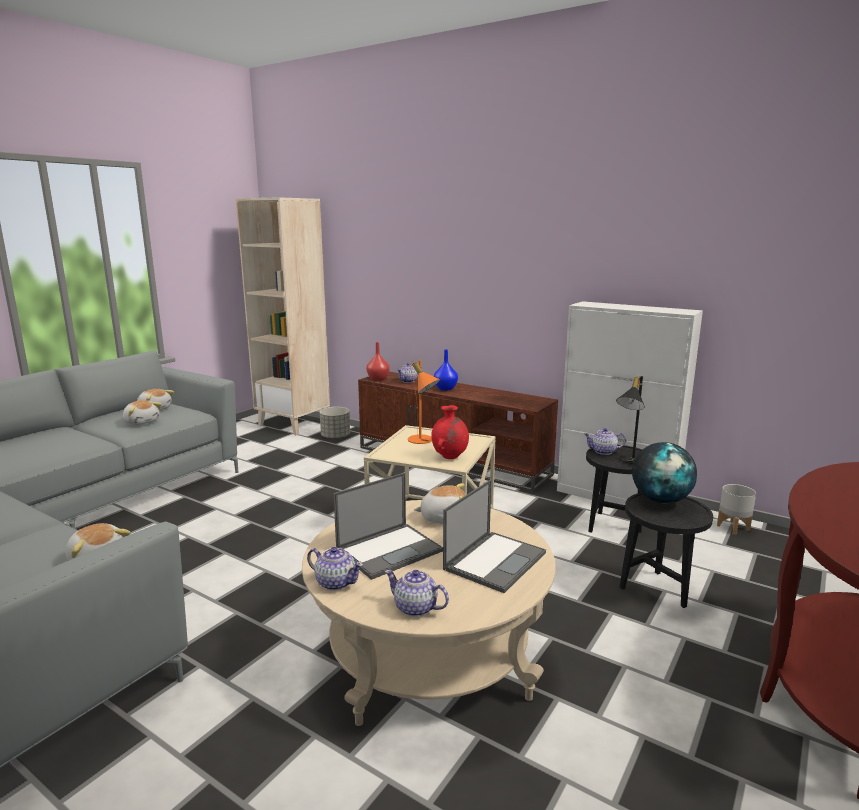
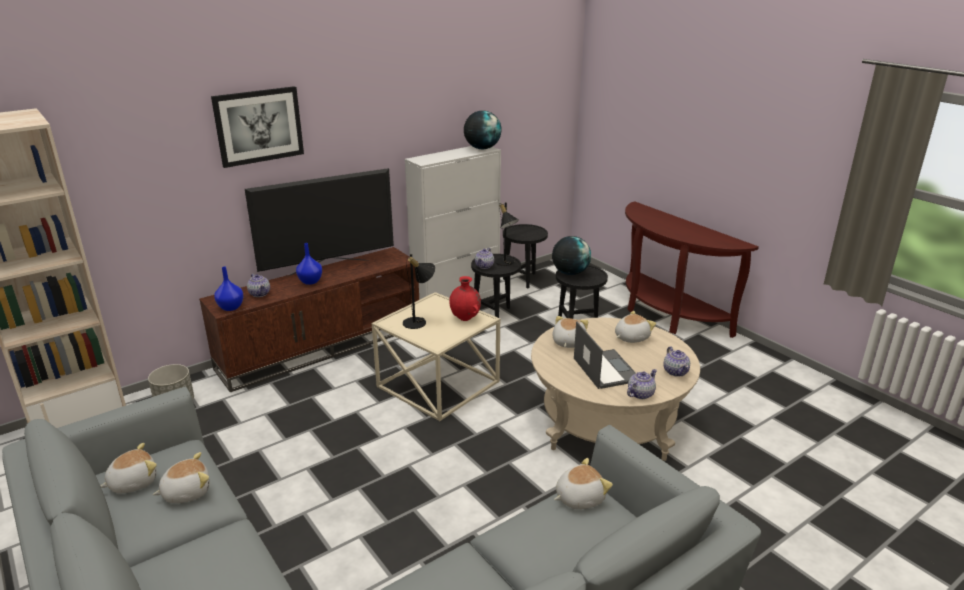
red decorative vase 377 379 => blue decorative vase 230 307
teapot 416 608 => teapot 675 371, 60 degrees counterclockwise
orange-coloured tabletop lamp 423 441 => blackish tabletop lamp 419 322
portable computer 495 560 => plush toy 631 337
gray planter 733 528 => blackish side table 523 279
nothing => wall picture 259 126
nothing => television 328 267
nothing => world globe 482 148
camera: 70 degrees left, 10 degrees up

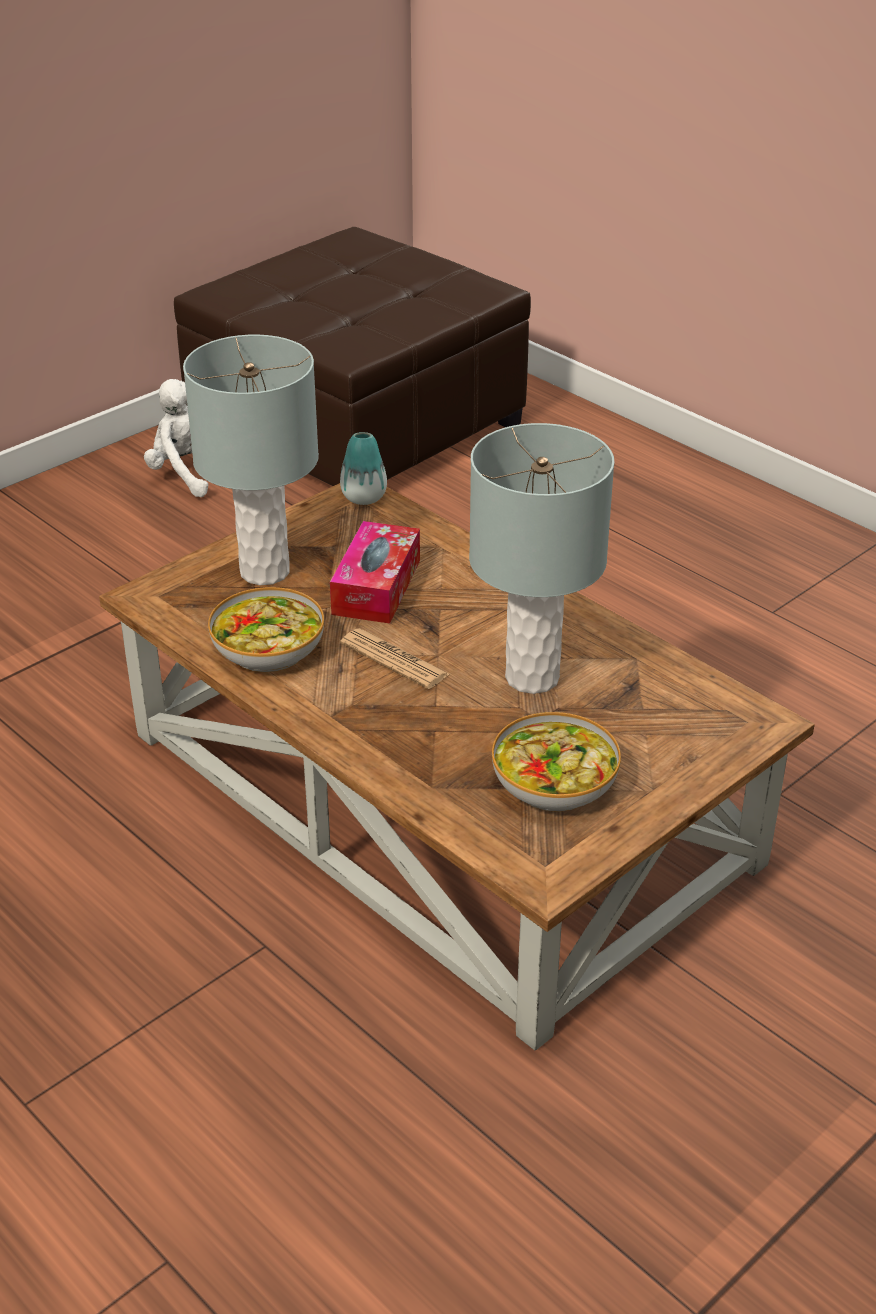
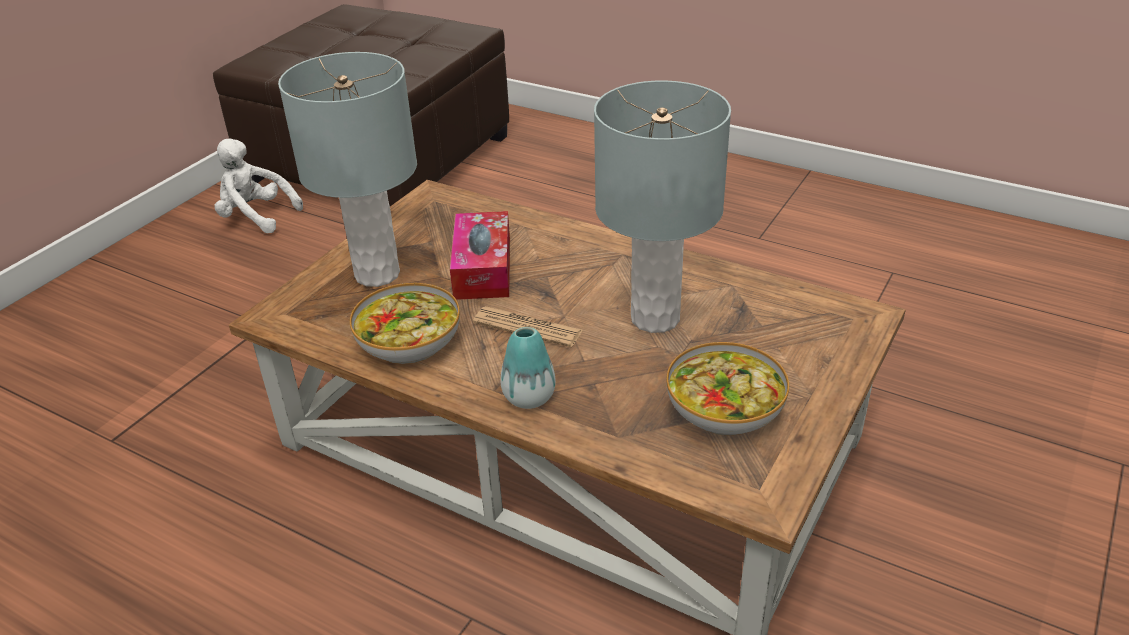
decorative vase 364 498 => decorative vase 529 397, shifted
camera: 15 degrees left, 0 degrees up

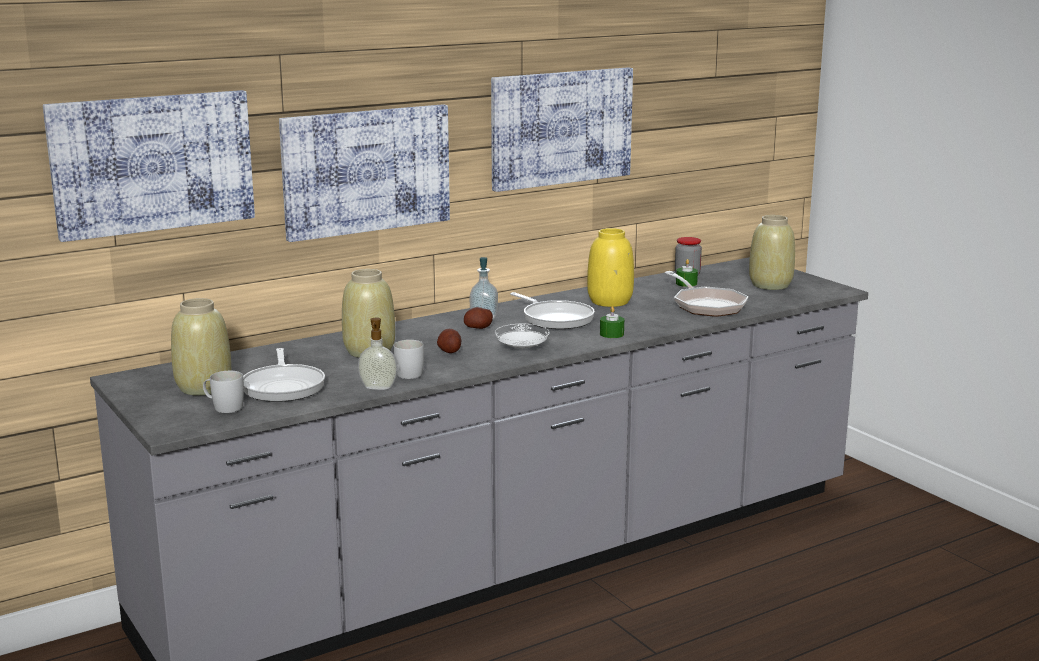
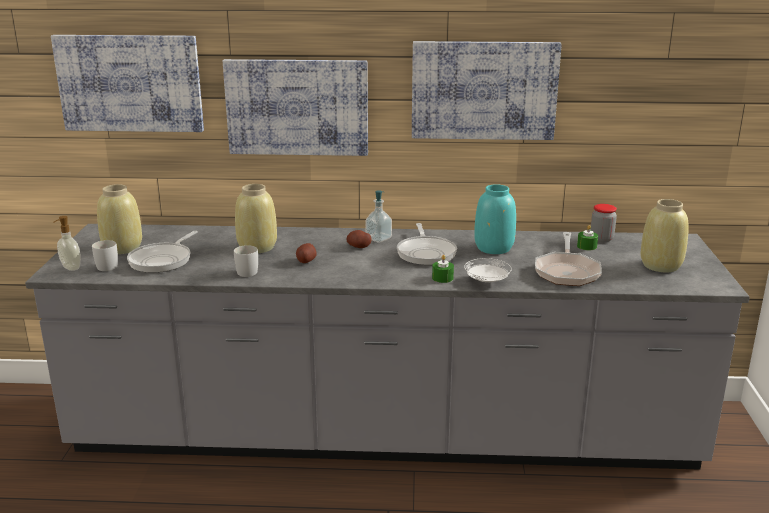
soap bottle 378 388 => soap bottle 70 268, shifted
white plate 522 349 => white plate 487 281, shifted
yellowish decorative vase 609 302 => blue-green decorative vase 493 248
camera: 35 degrees right, 5 degrees up

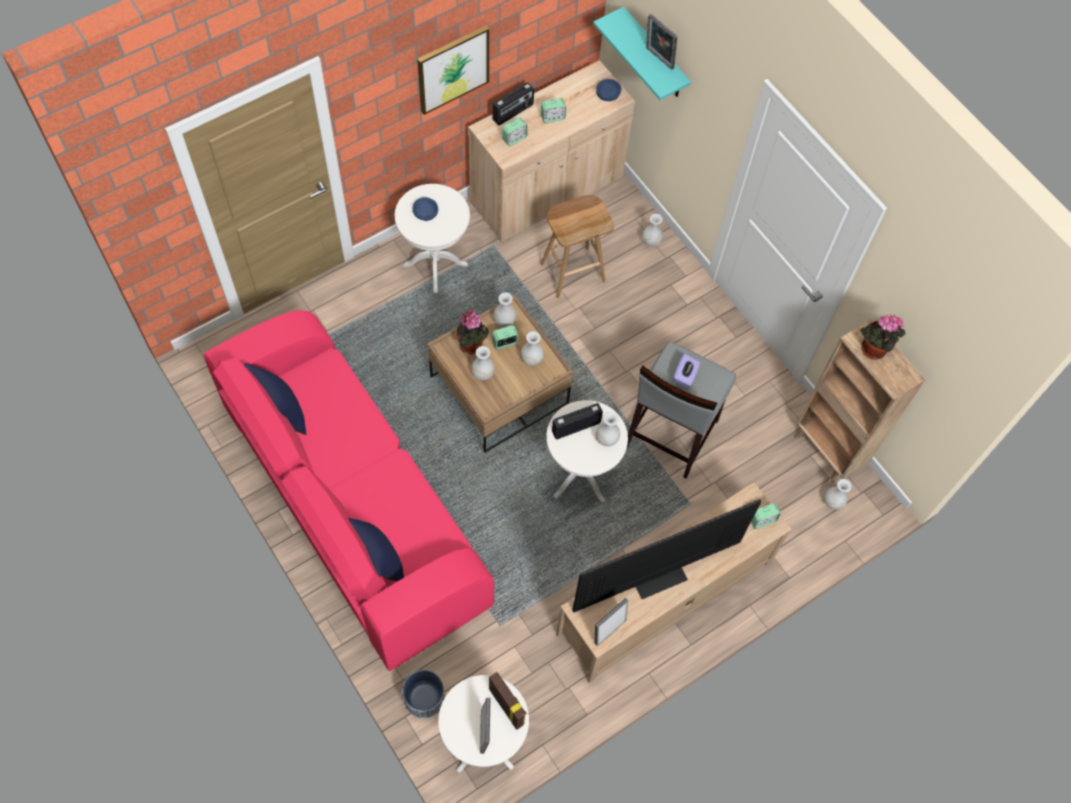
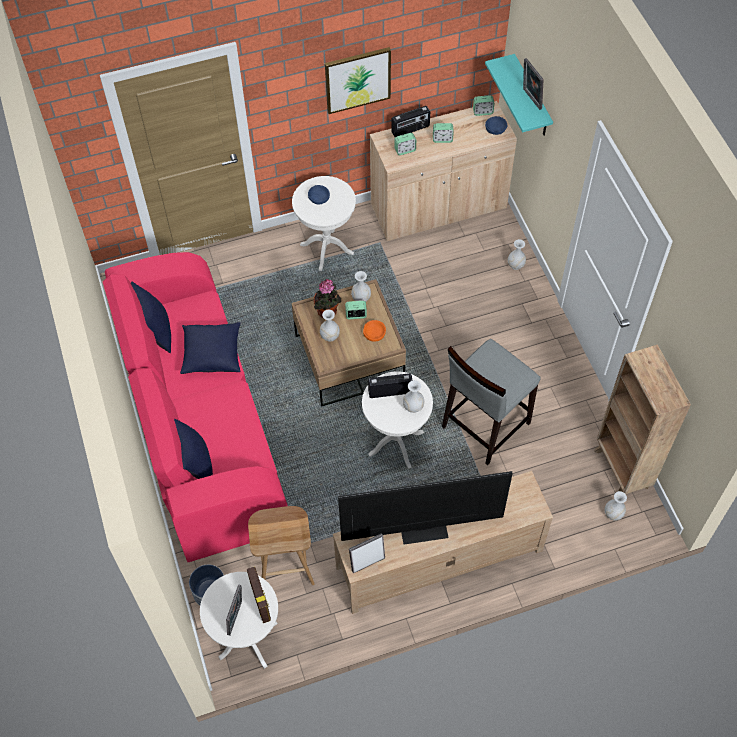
white decorative vase 531 359 => orange-coloured deep dish 374 333
brownish sitting stool 573 271 => brownish sitting stool 286 566, shifted
purplish tissue holder 685 376 => nothing
bedside clock 762 520 => bedside clock 482 112, shifted
potted plant 872 351 => nothing
nothing => blue pillow 212 354
camera: 20 degrees right, 5 degrees down

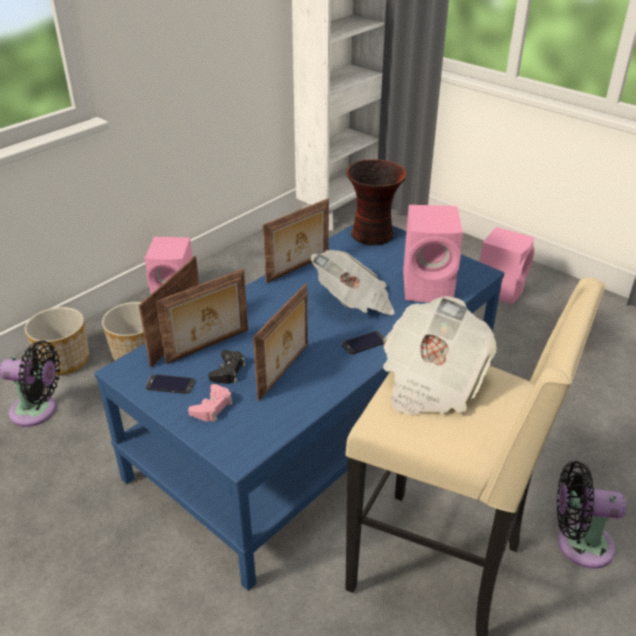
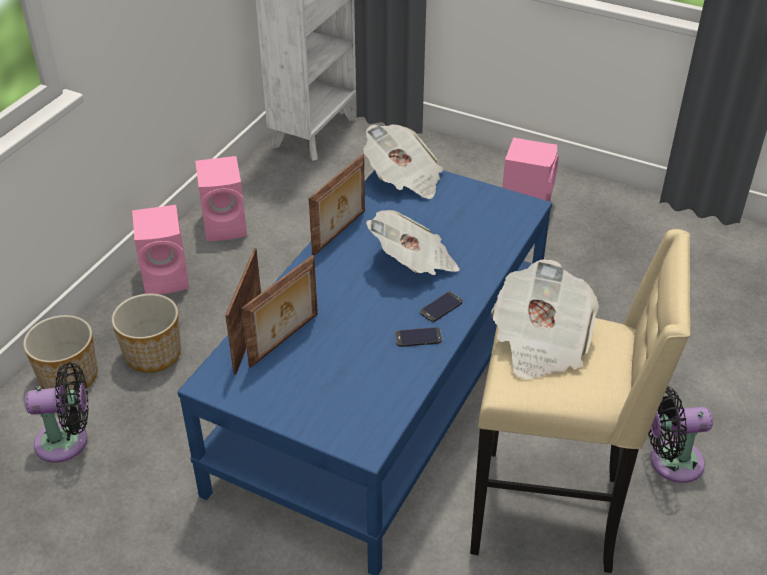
phone 170 384 => phone 418 337, shifted
pinkish game controller 212 407 => nothing
blackish game controller 228 371 => nothing
standing frame 285 371 => nothing
decorative vase 373 235 => newspaper 404 179
pinkish loudspeaker 429 287 => pinkish loudspeaker 226 225, shifted
camera: 15 degrees left, 5 degrees up

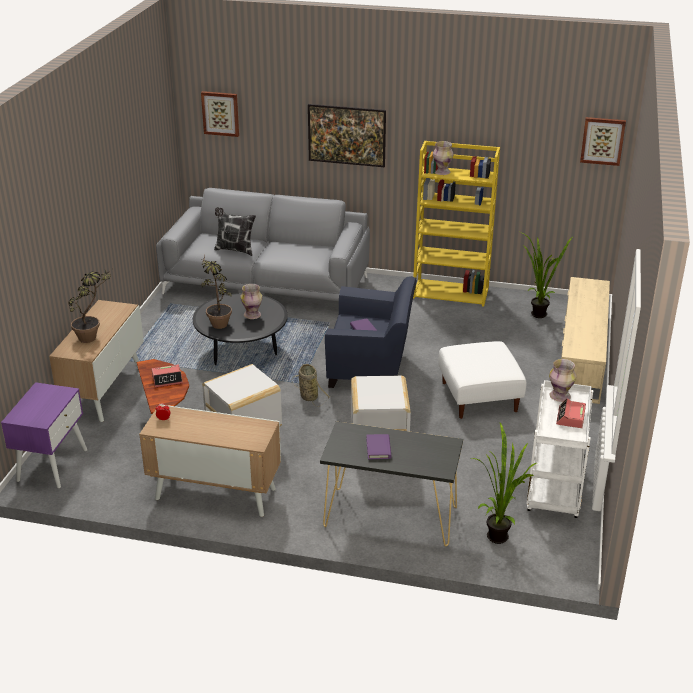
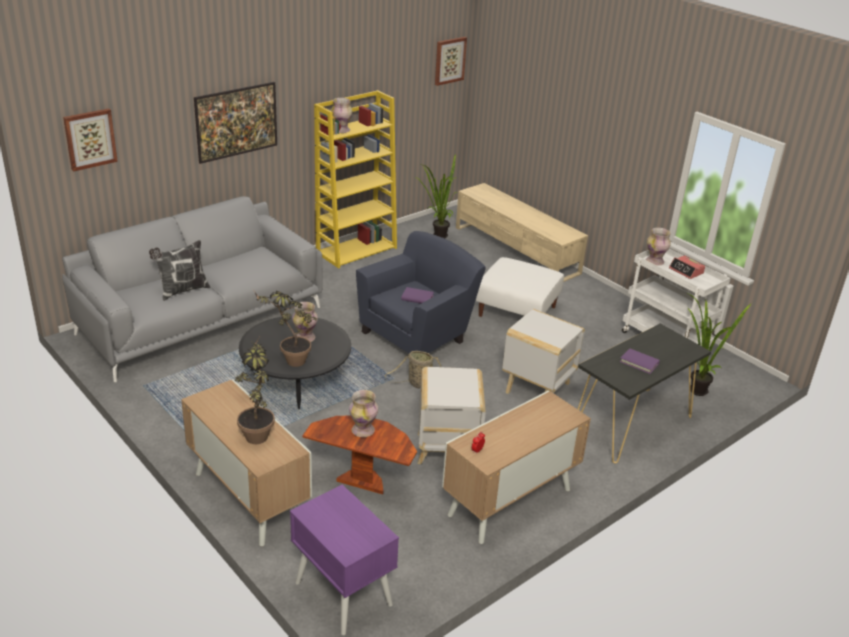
bedside clock 167 379 => decorative vase 363 430
camera: 55 degrees left, 0 degrees up

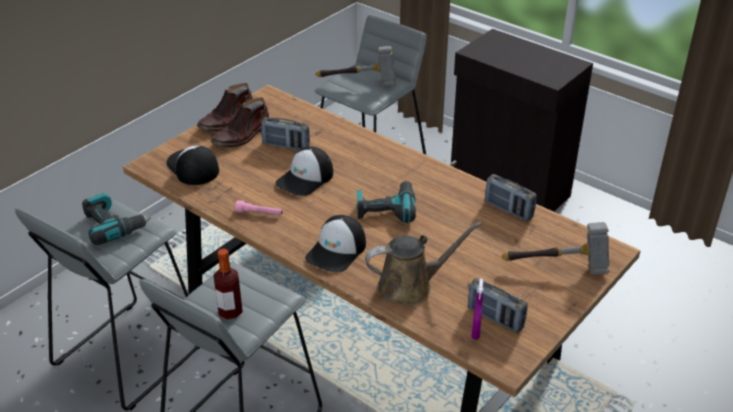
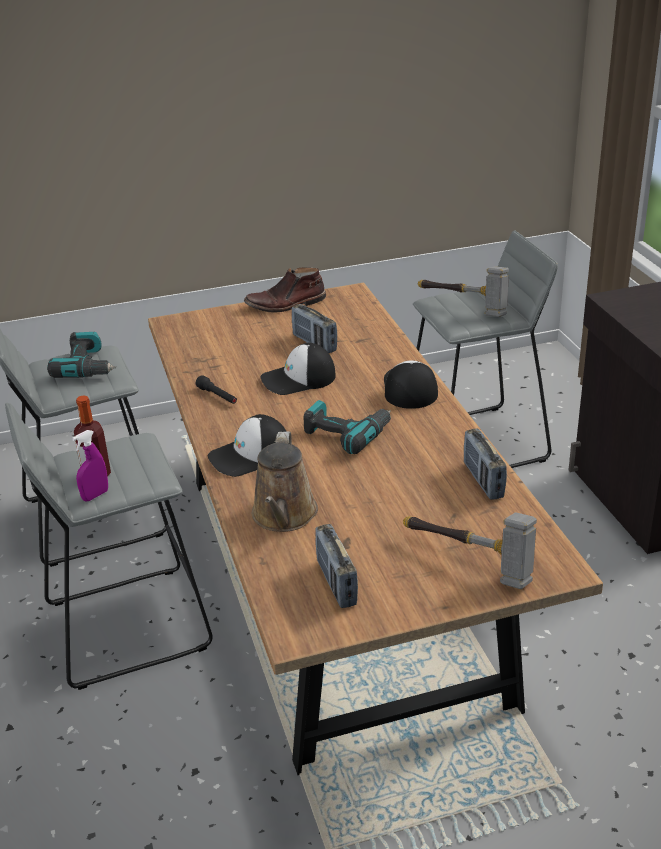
cap 192 168 => cap 409 388, shifted
brownish high-top boot 242 135 => nothing
pinkish hand torch 259 213 => blackish hand torch 217 396
brownish watering can 410 286 => brownish watering can 284 516, 75 degrees clockwise
purplish sprayer 476 331 => purplish sprayer 95 495, shifted
camera: 35 degrees right, 5 degrees down

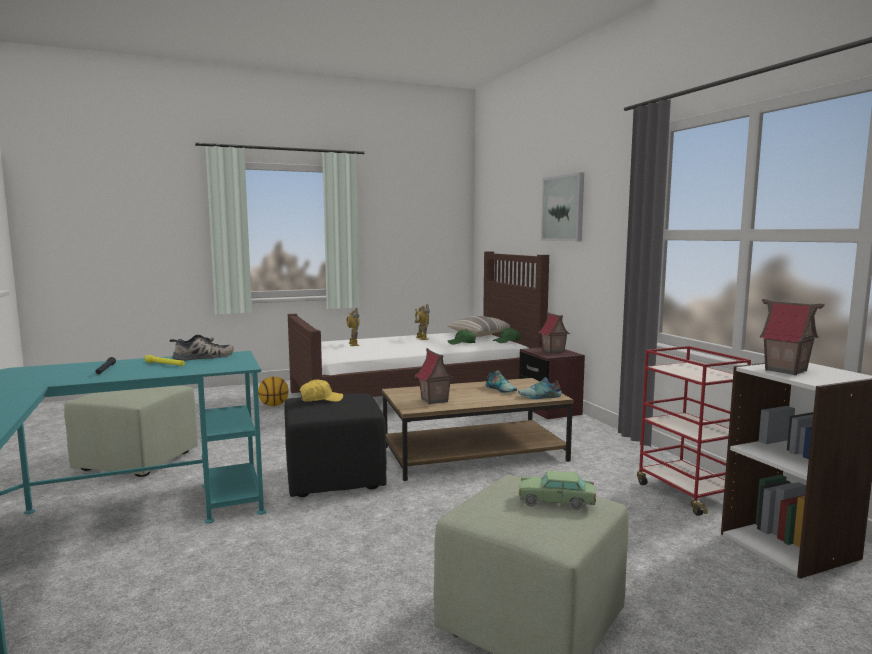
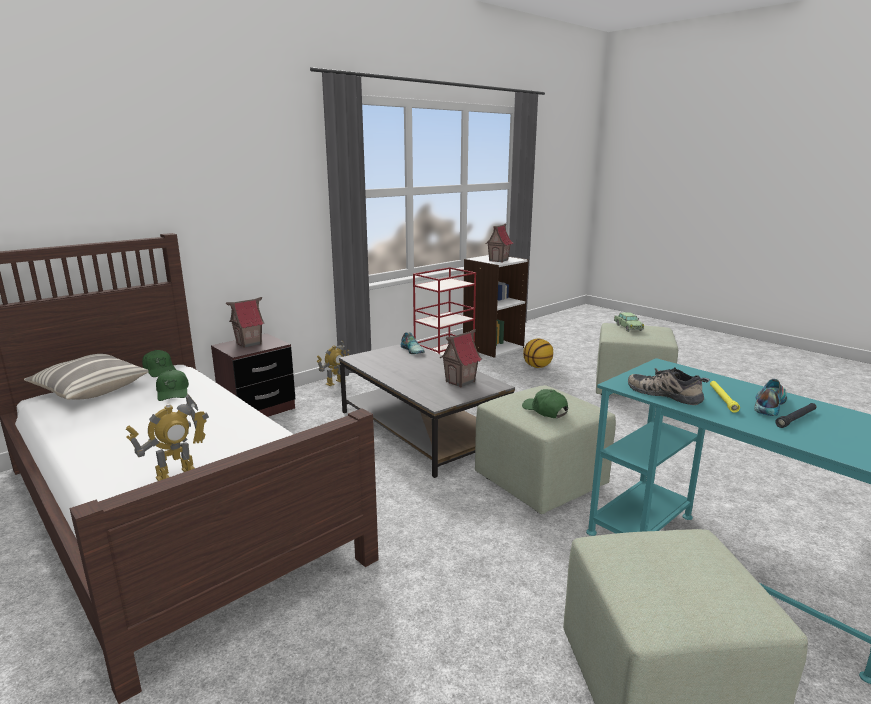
basketball 273 405 => basketball 537 367, shifted
blackish pouffe 335 478 => green-coloured pouffe 538 481
yellowish cap 321 399 => green-coloured cap 545 411
brownish coffee table 475 453 => gray coffee table 420 428
toy robot 422 338 => toy robot 335 382, shifted
shoe 501 389 => shoe 767 404, shifted
wall picture 563 208 => nothing
camera: 110 degrees left, 10 degrees up

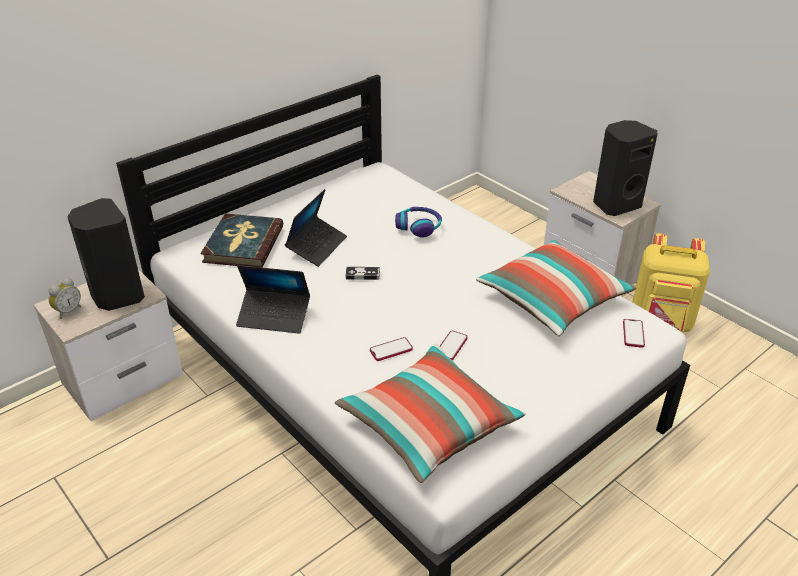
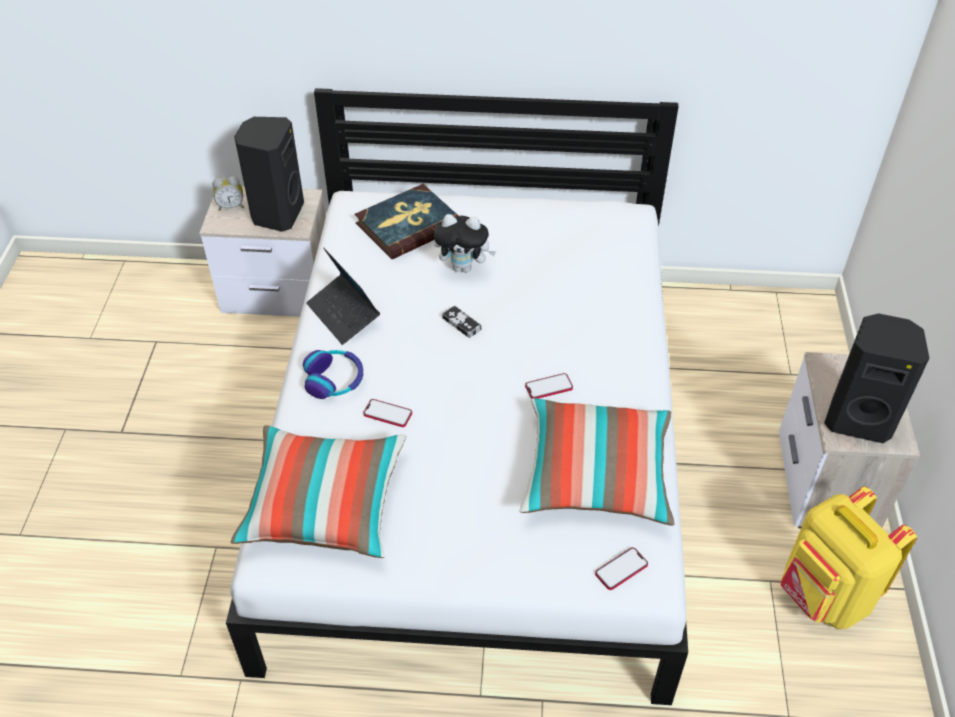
portable computer 317 246 => plush toy 464 267
pair of headphones 419 226 => pair of headphones 334 380, shifted
phone 451 346 => phone 549 387, shifted
camera: 45 degrees right, 10 degrees up

